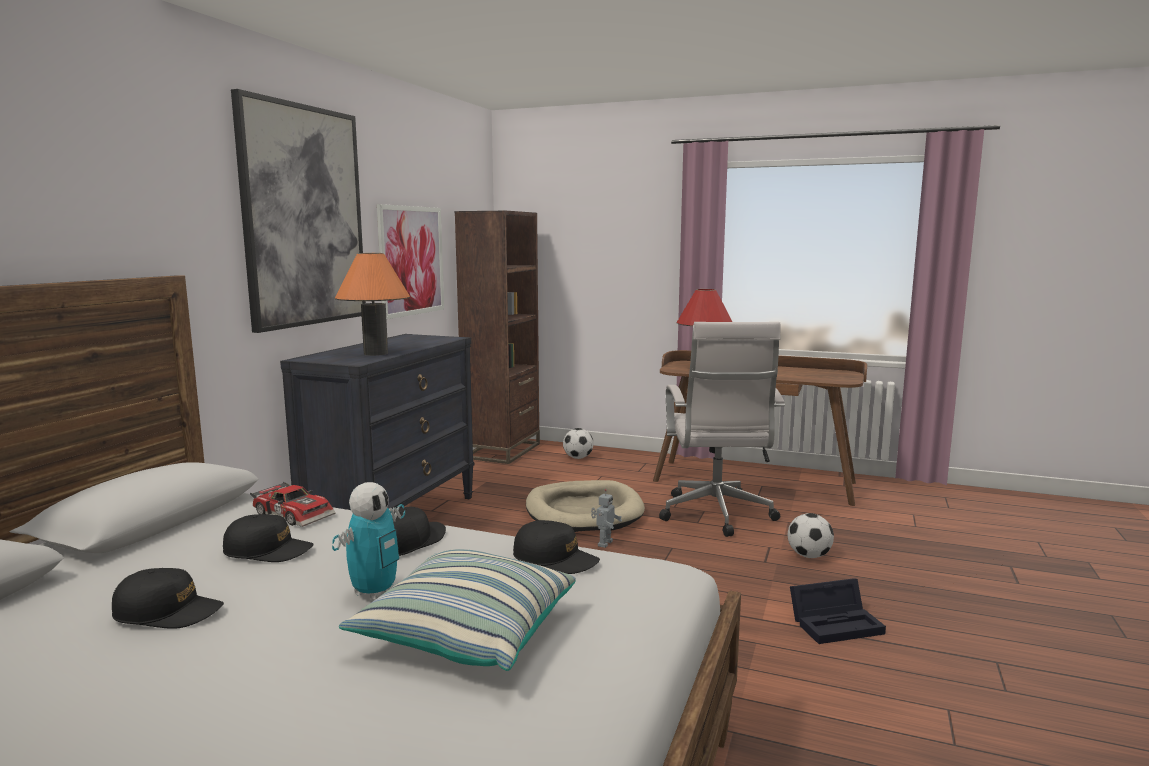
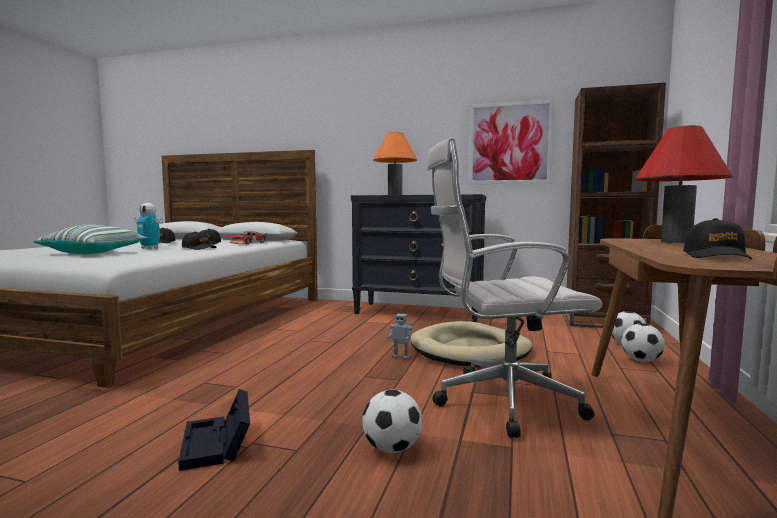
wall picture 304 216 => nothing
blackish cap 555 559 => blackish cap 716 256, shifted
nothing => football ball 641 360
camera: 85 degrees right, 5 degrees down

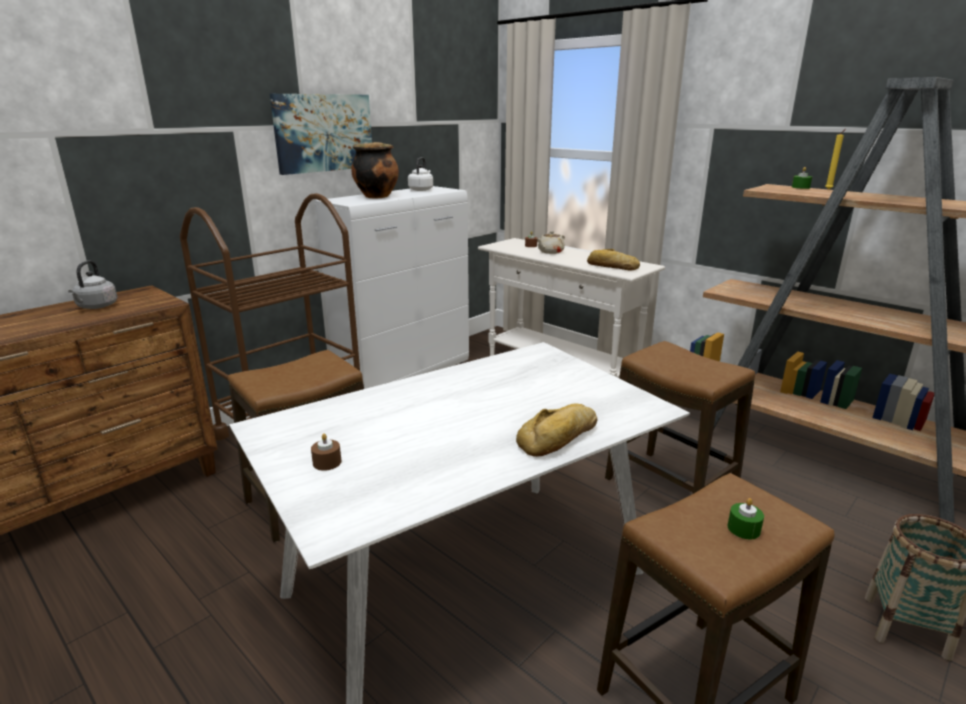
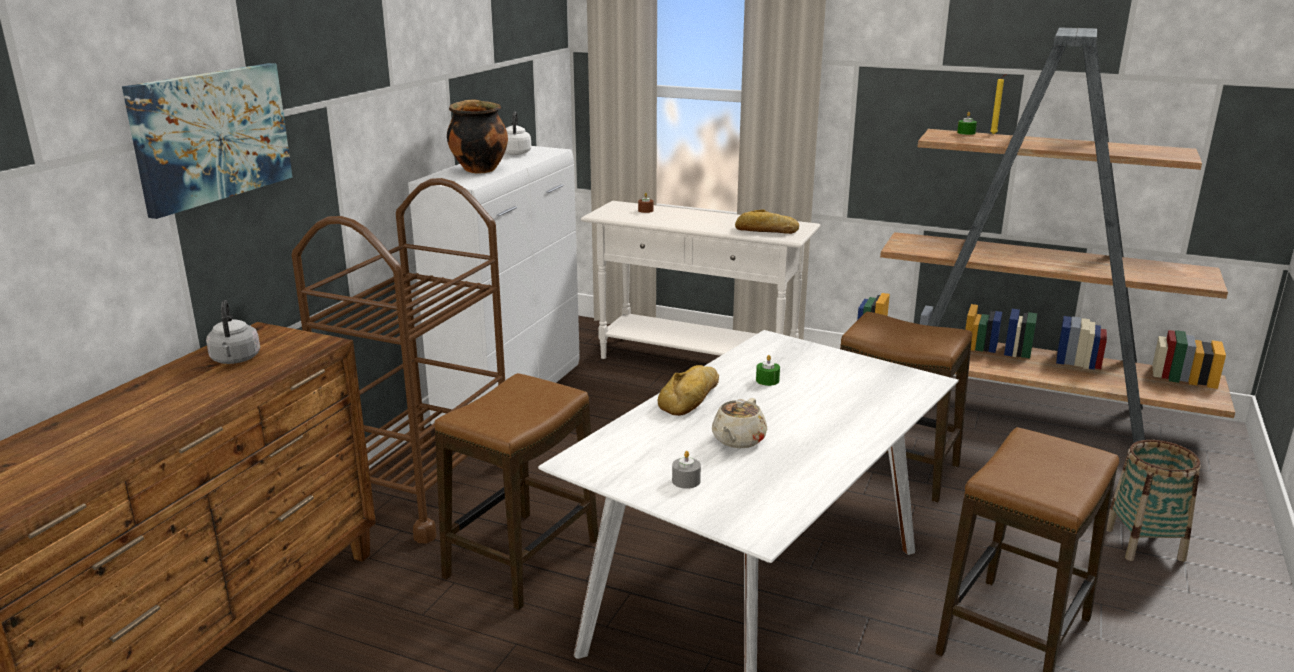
wall picture 323 133 => wall picture 211 136, shifted
brownish wax light 327 462 => gray wax light 686 481
bakery bread 560 437 => bakery bread 692 397, shifted
sand-coloured teapot 550 252 => sand-coloured teapot 738 440, shifted
green-coloured wax light 743 529 => green-coloured wax light 767 380, shifted
camera: 20 degrees left, 0 degrees up

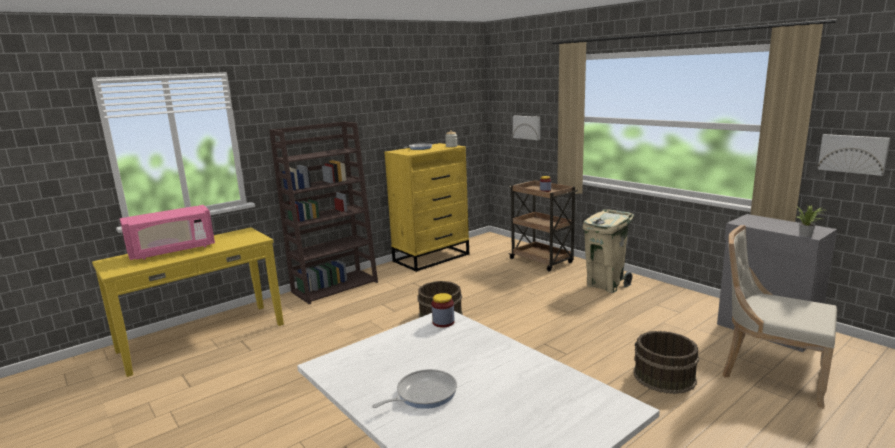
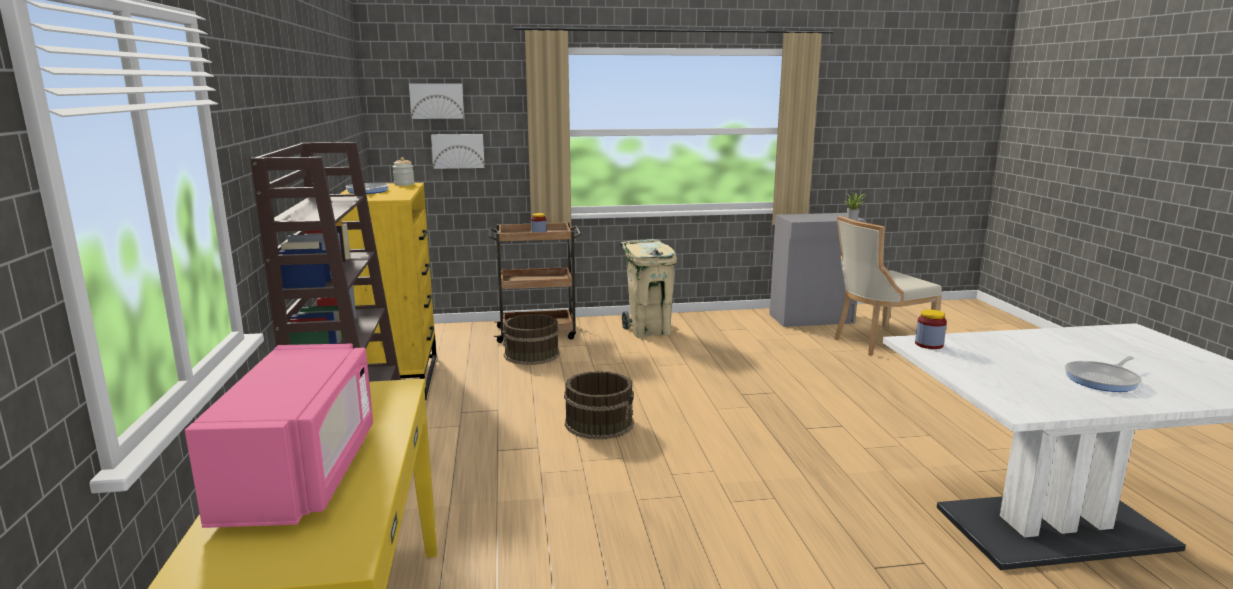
frying pan 423 394 => frying pan 1103 380, 120 degrees counterclockwise
brownish bucket 663 377 => brownish bucket 531 355, shifted
wall picture 853 153 => wall picture 437 101, shifted
camera: 60 degrees left, 0 degrees up

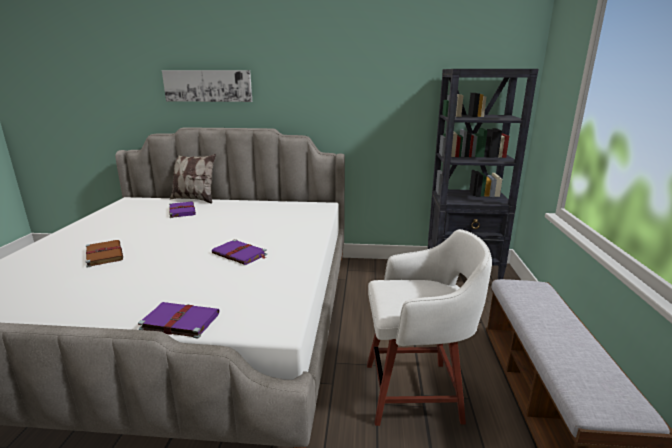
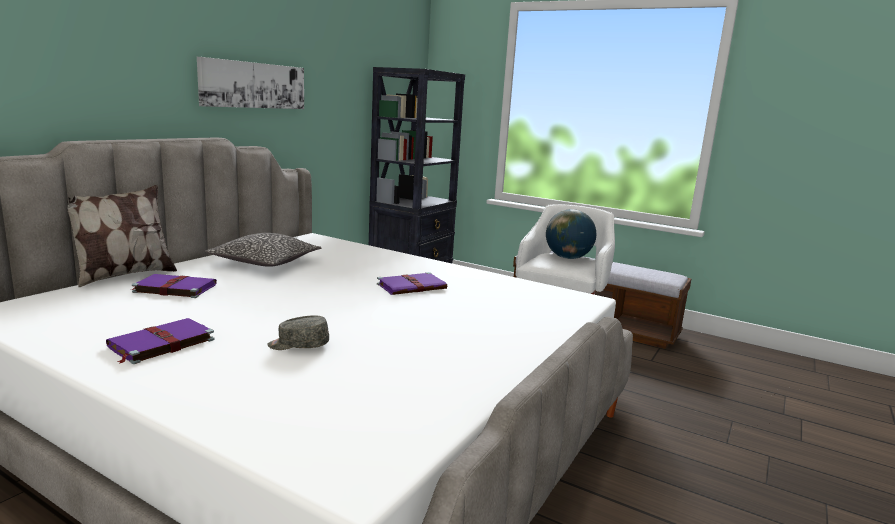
brownish volume 104 254 => gray cap 298 345
purplish volume 179 321 => purplish volume 160 343, shifted
wall picture 208 86 => wall picture 253 85, shifted
nothing => pillow 265 262
nothing => world globe 568 258
camera: 65 degrees left, 5 degrees down

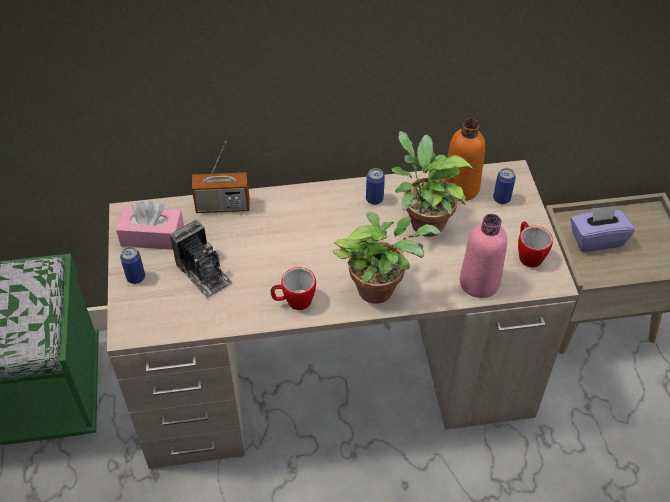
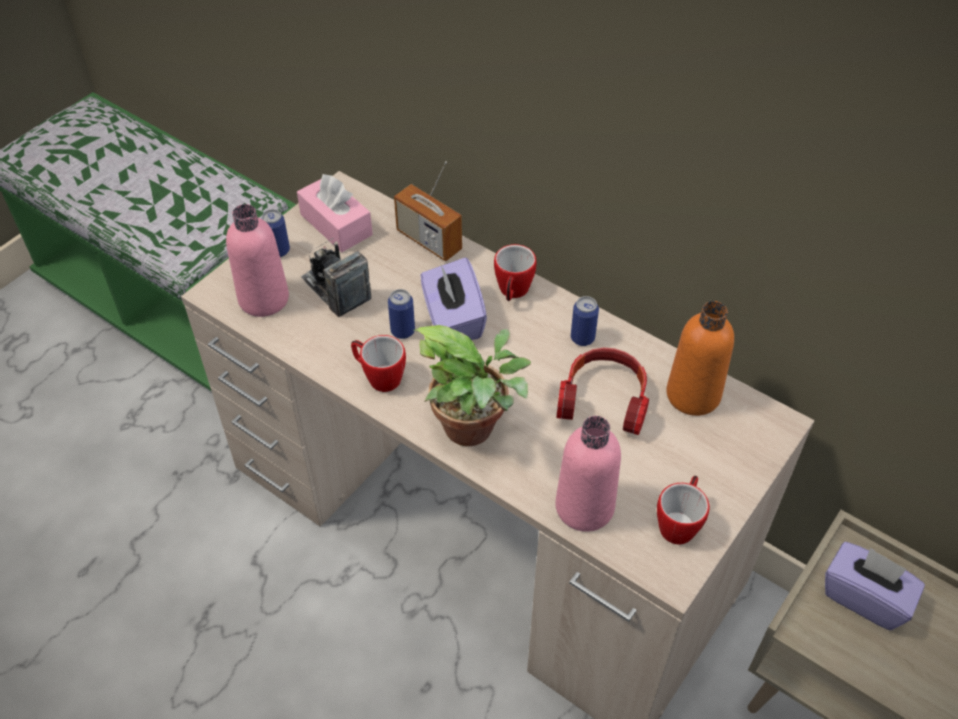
still camera 204 273 => still camera 336 289, 135 degrees clockwise
potted plant 423 222 => pair of headphones 604 399
metal can 501 198 => metal can 402 331, shifted
nothing => pinkish drink bottle 263 299
nothing => purplish tissue holder 453 319
nothing => coffee mug 512 292
camera: 45 degrees right, 0 degrees up

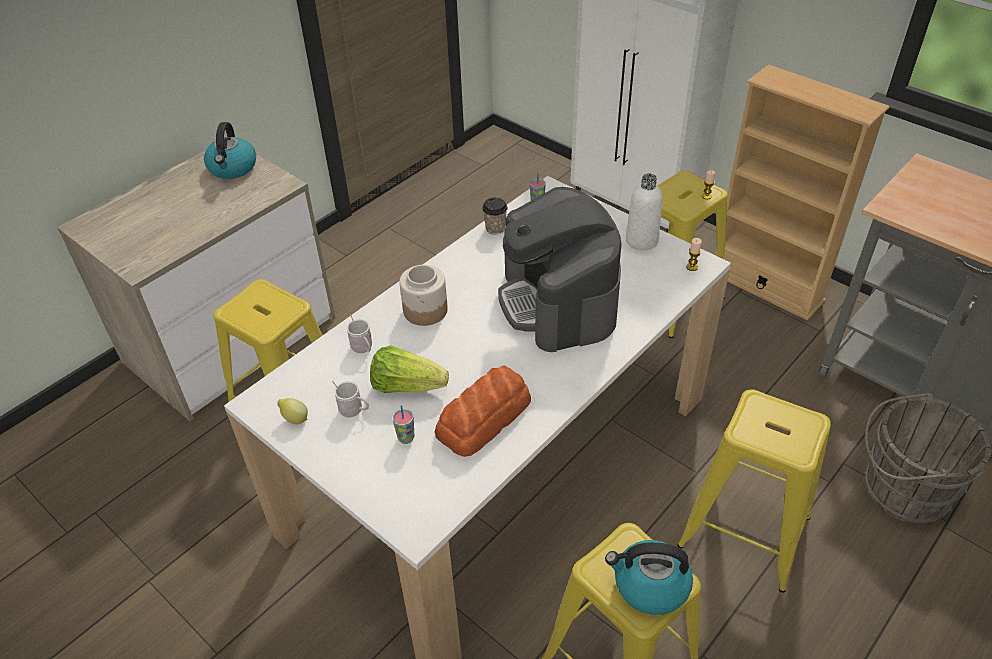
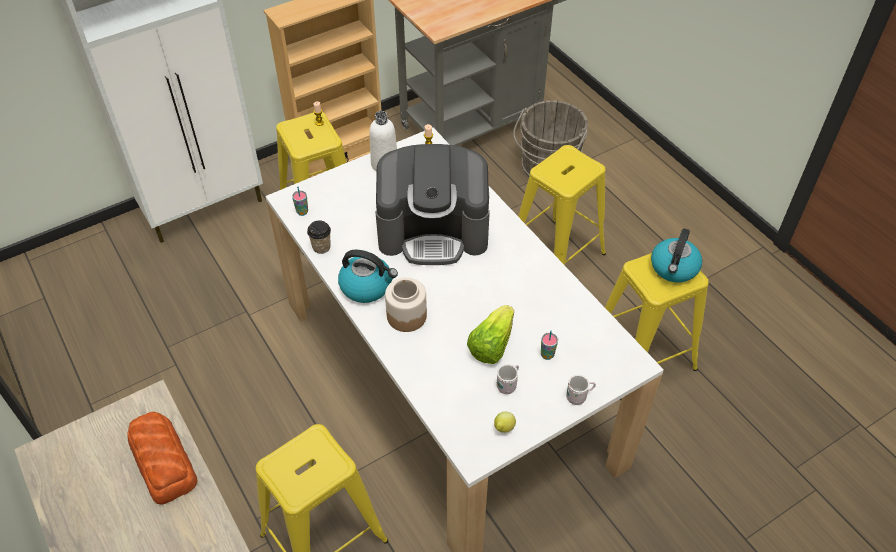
kettle 233 168 => kettle 367 286, shifted
white coffee mug 363 349 => white coffee mug 579 397, shifted
bakery bread 485 418 => bakery bread 163 460, shifted
camera: 75 degrees left, 5 degrees up

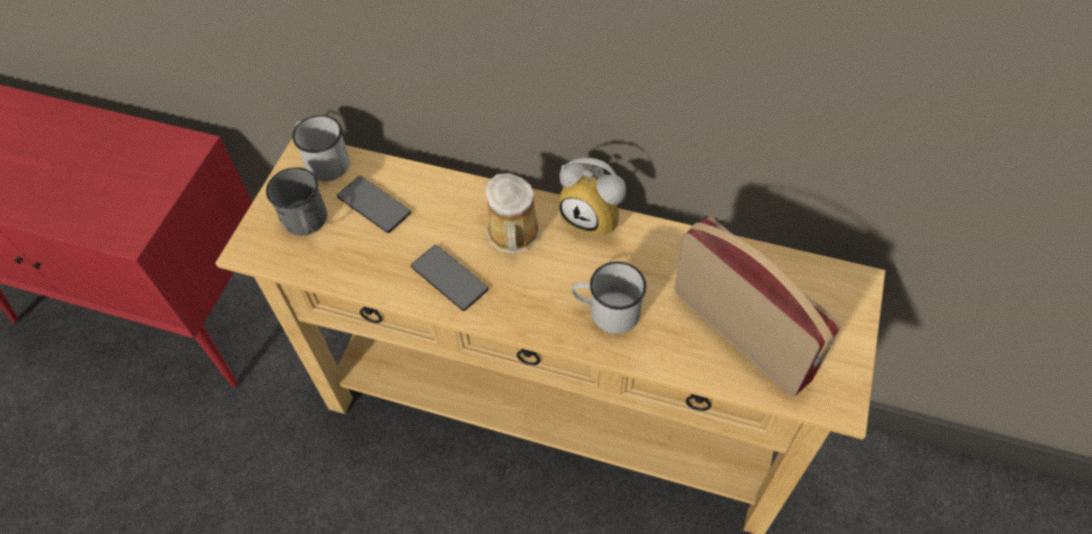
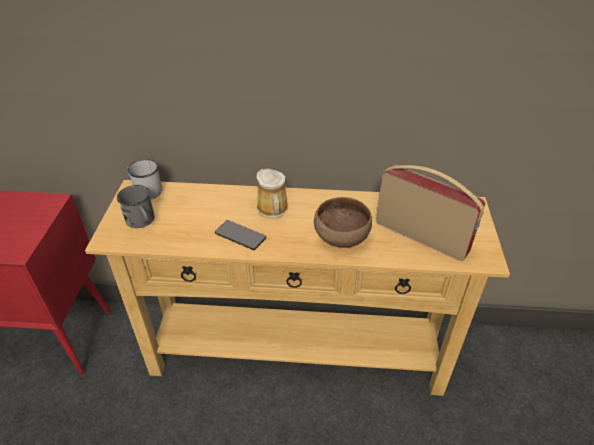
phone 374 205 => nothing
bedside clock 595 216 => nothing
white coffee mug 607 311 => brownish deep dish 340 238
camera: 15 degrees left, 15 degrees down

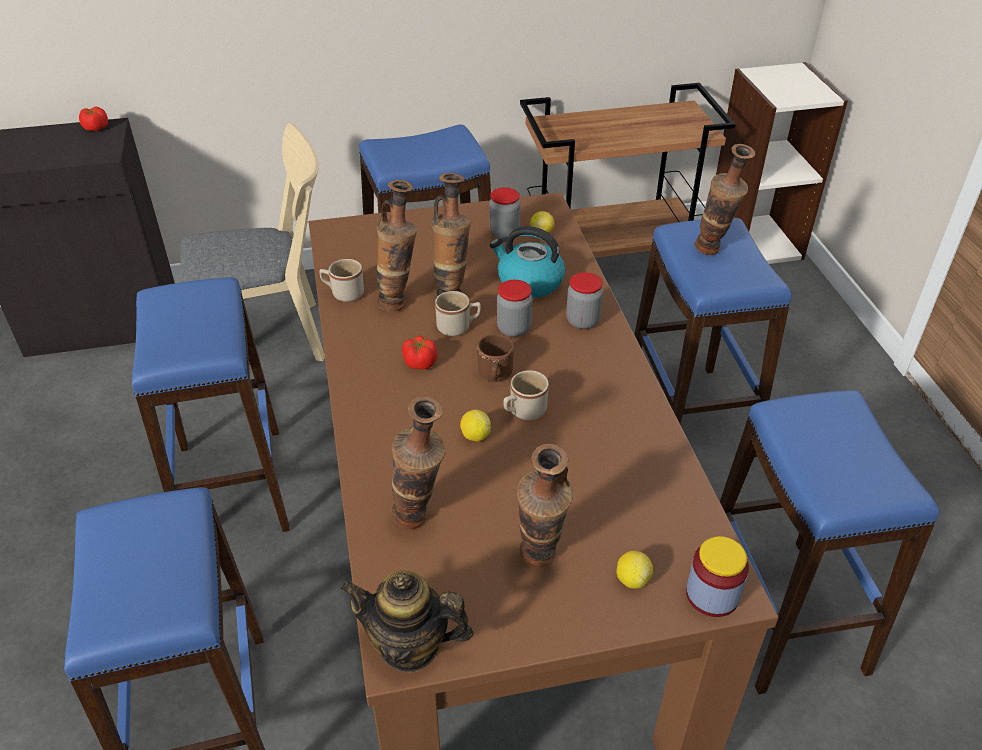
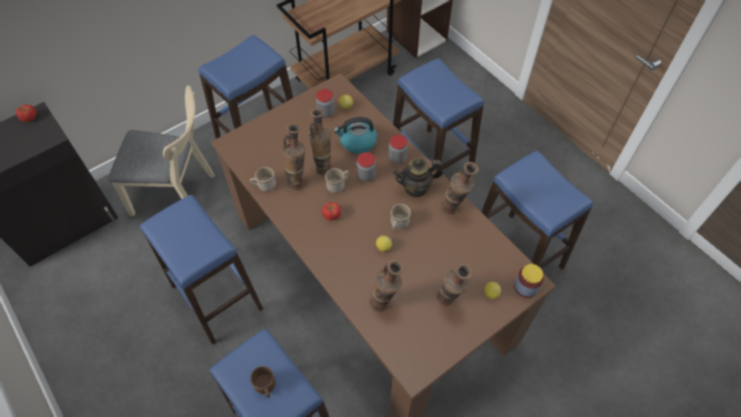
sand-coloured upright chair 273 337 => sand-coloured upright chair 180 195, 45 degrees clockwise
teapot 410 646 => teapot 416 188, shifted
brownish coffee mug 495 376 => brownish coffee mug 266 387, shifted
decorative vase 713 253 => decorative vase 454 210, shifted
camera: 25 degrees left, 15 degrees up

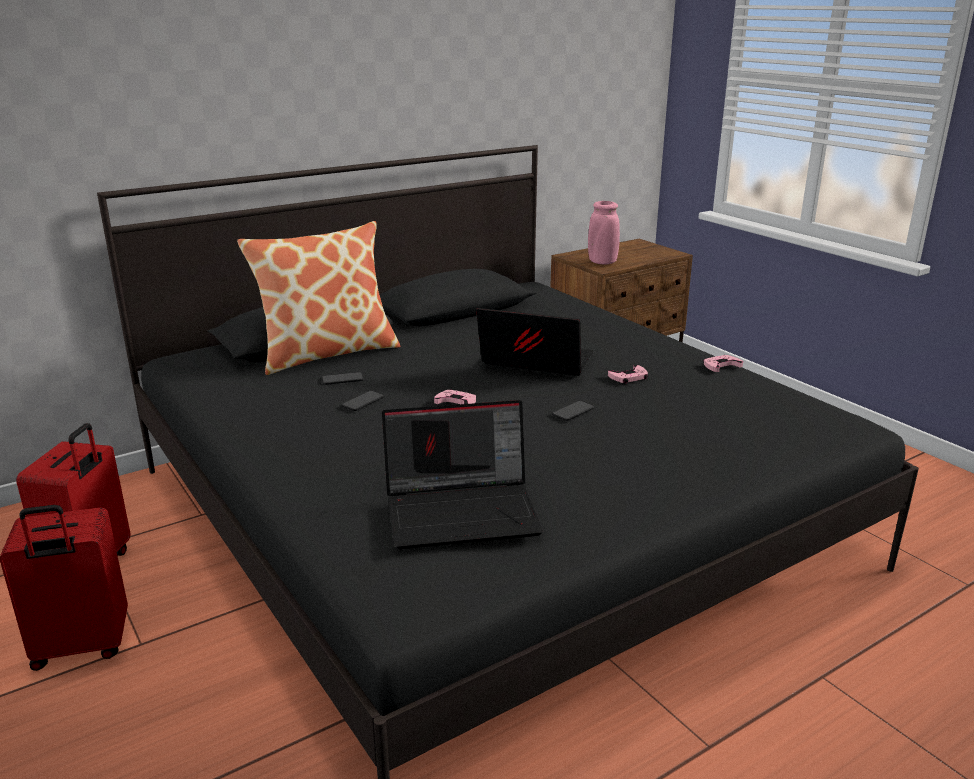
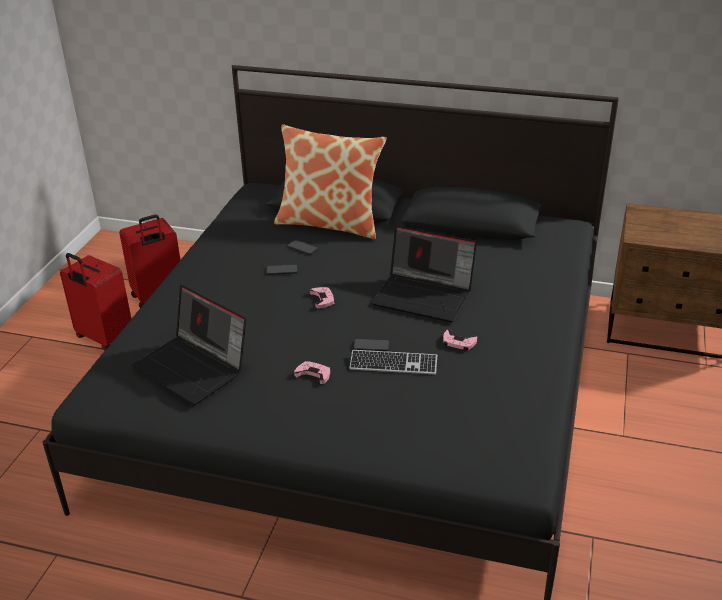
portable computer 534 363 => portable computer 425 296, 135 degrees clockwise
pinkish decorative vase 602 262 => nothing
pinkish game controller 721 366 => pinkish game controller 313 374, shifted
nothing => PC keyboard 393 364
camera: 50 degrees right, 10 degrees up

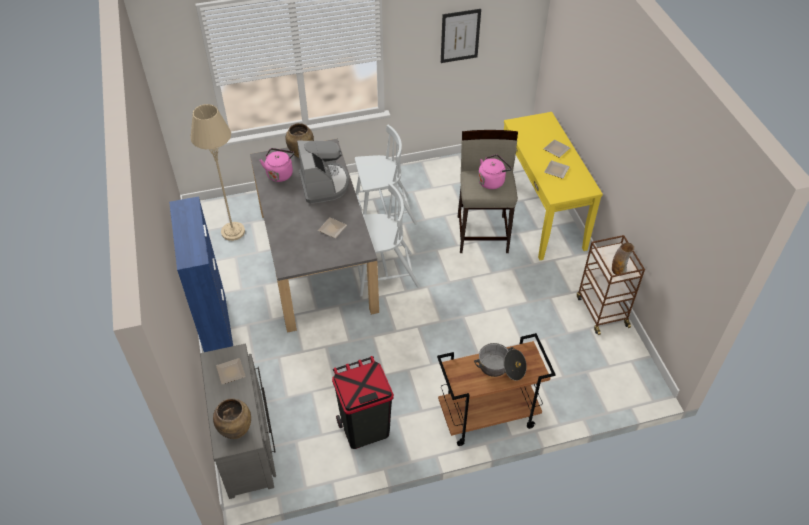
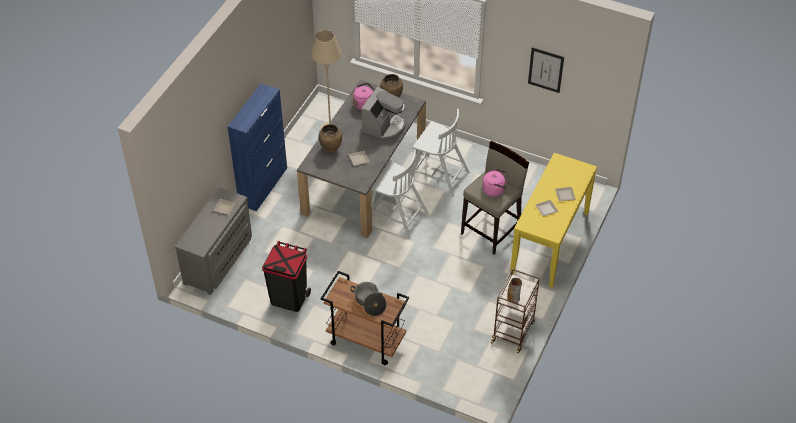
brownish decorative vase 236 431 => brownish decorative vase 331 148, shifted
camera: 40 degrees right, 0 degrees up

